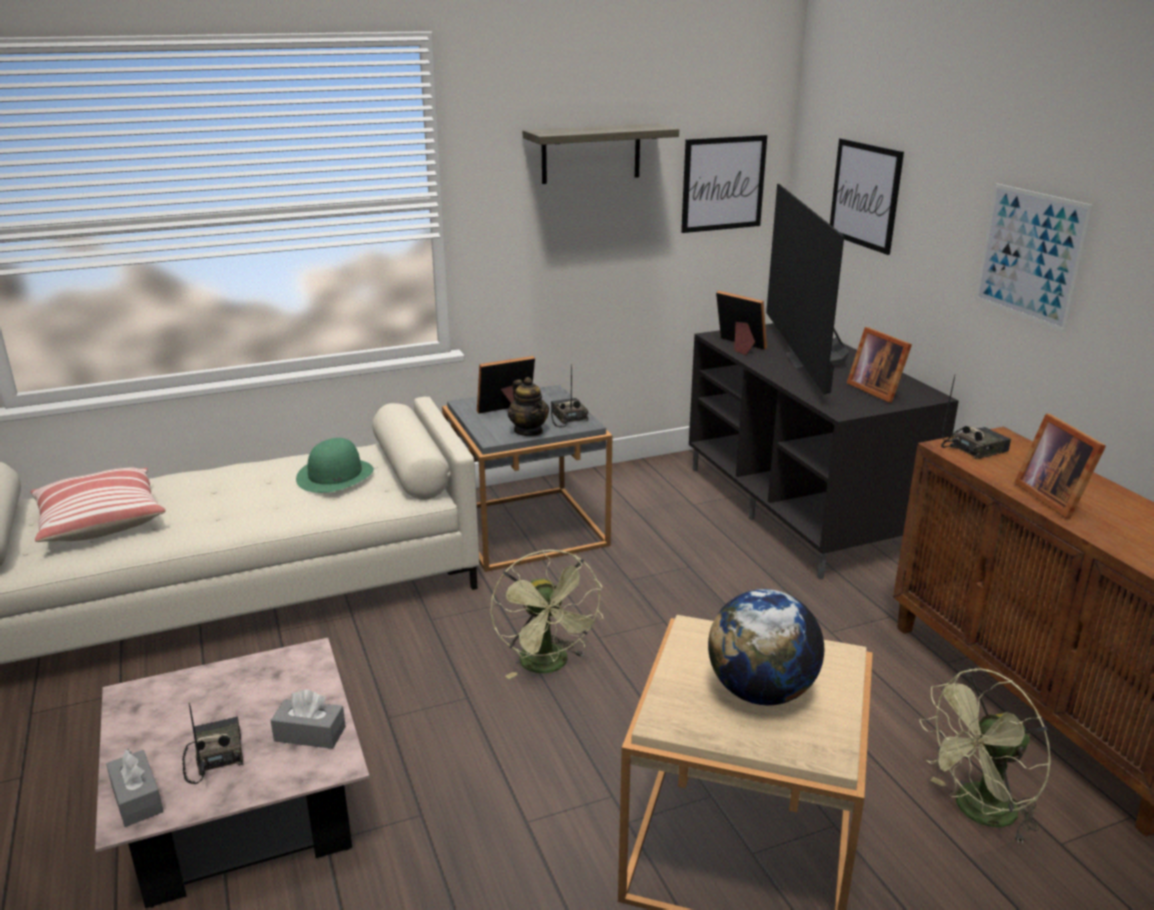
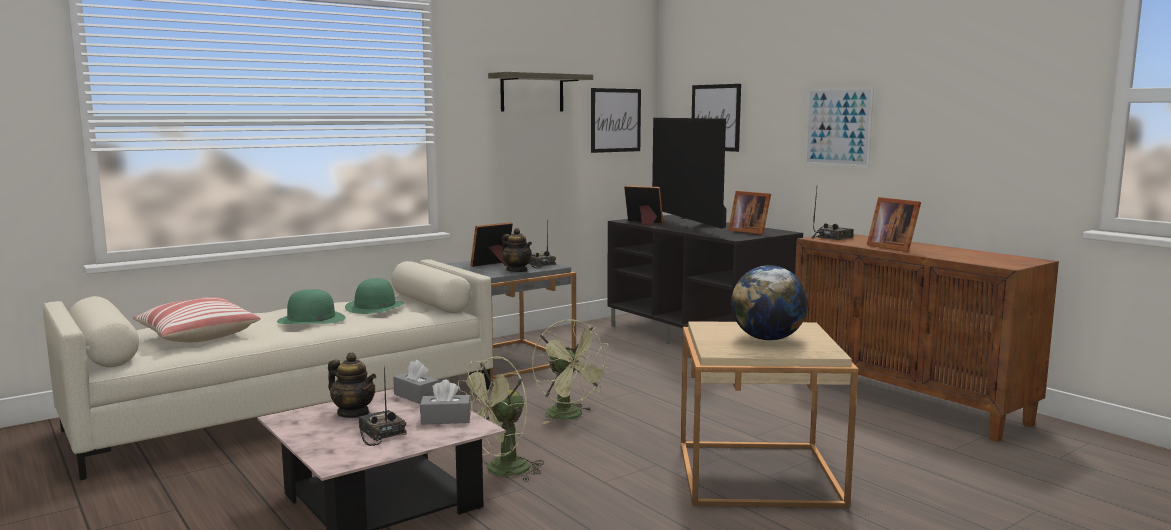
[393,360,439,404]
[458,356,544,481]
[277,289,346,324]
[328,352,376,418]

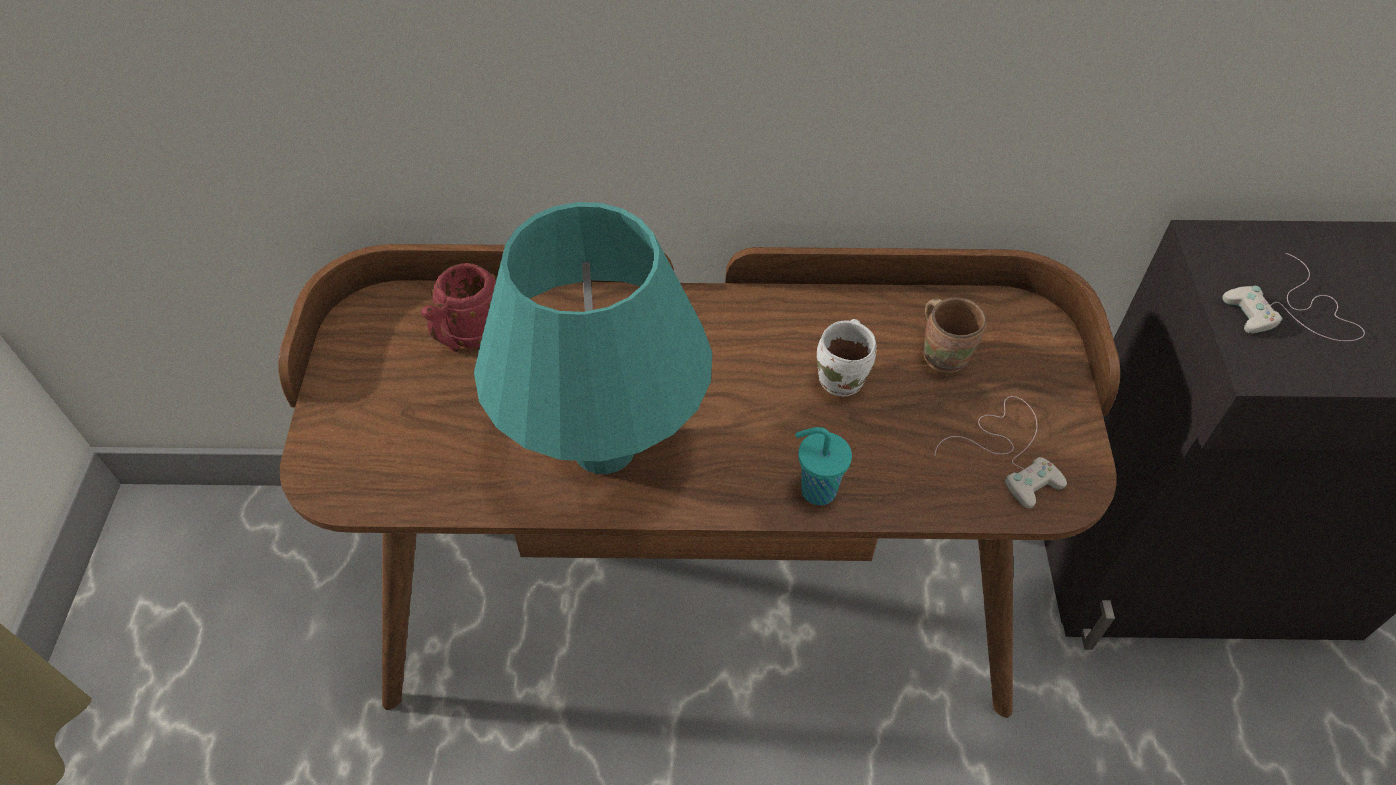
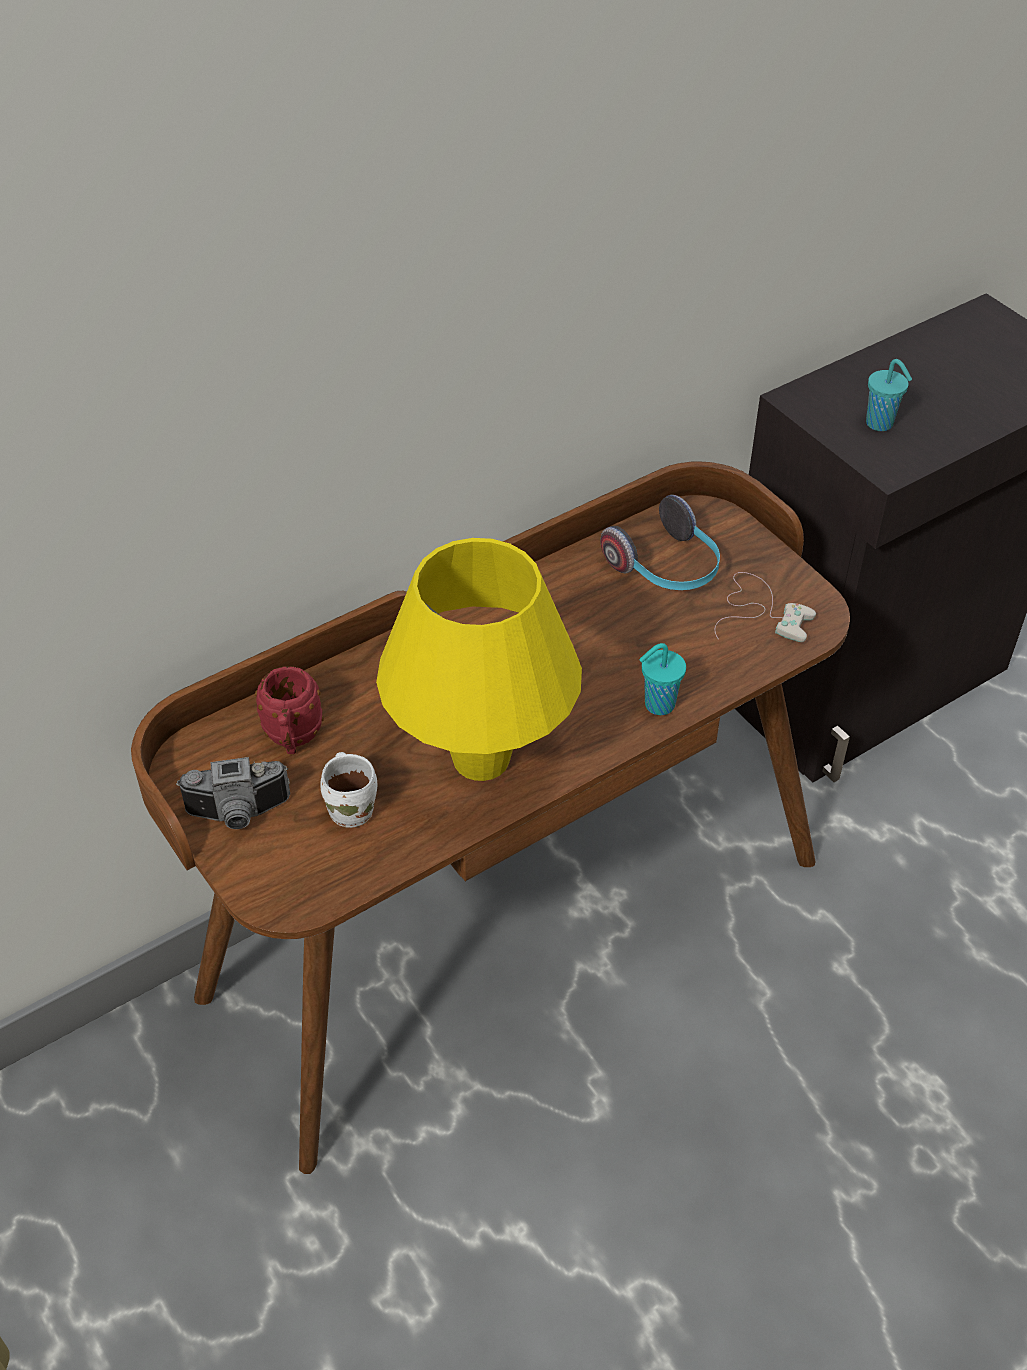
[376,538,582,781]
[320,752,377,828]
[601,495,720,590]
[866,359,912,431]
[176,757,290,829]

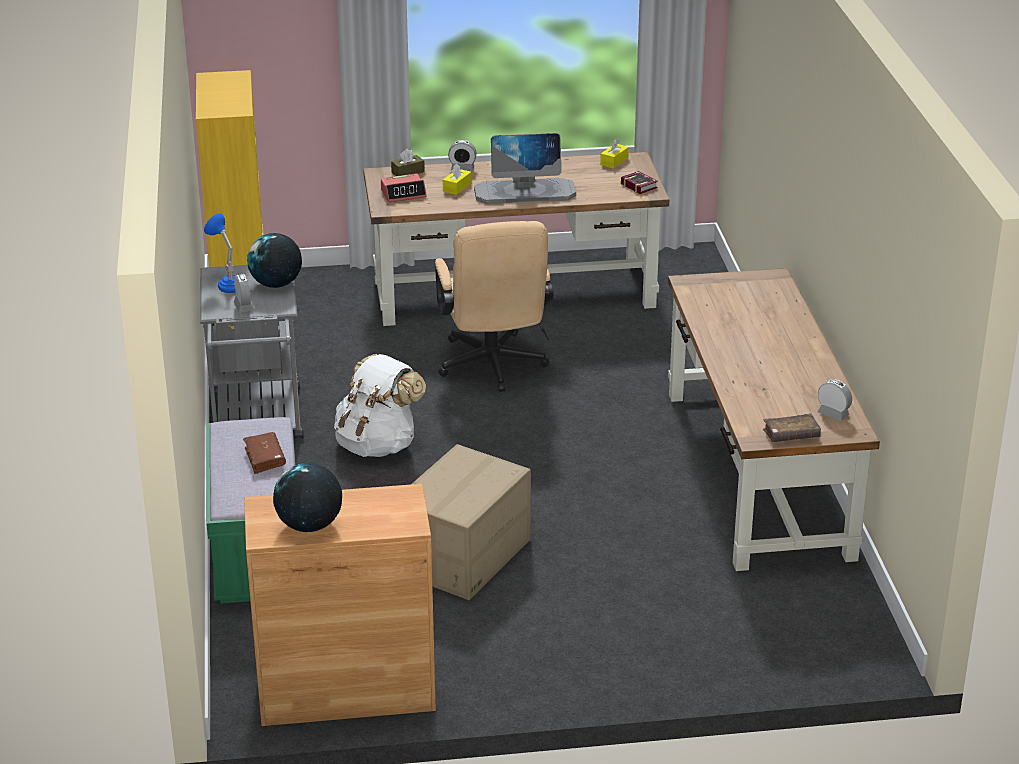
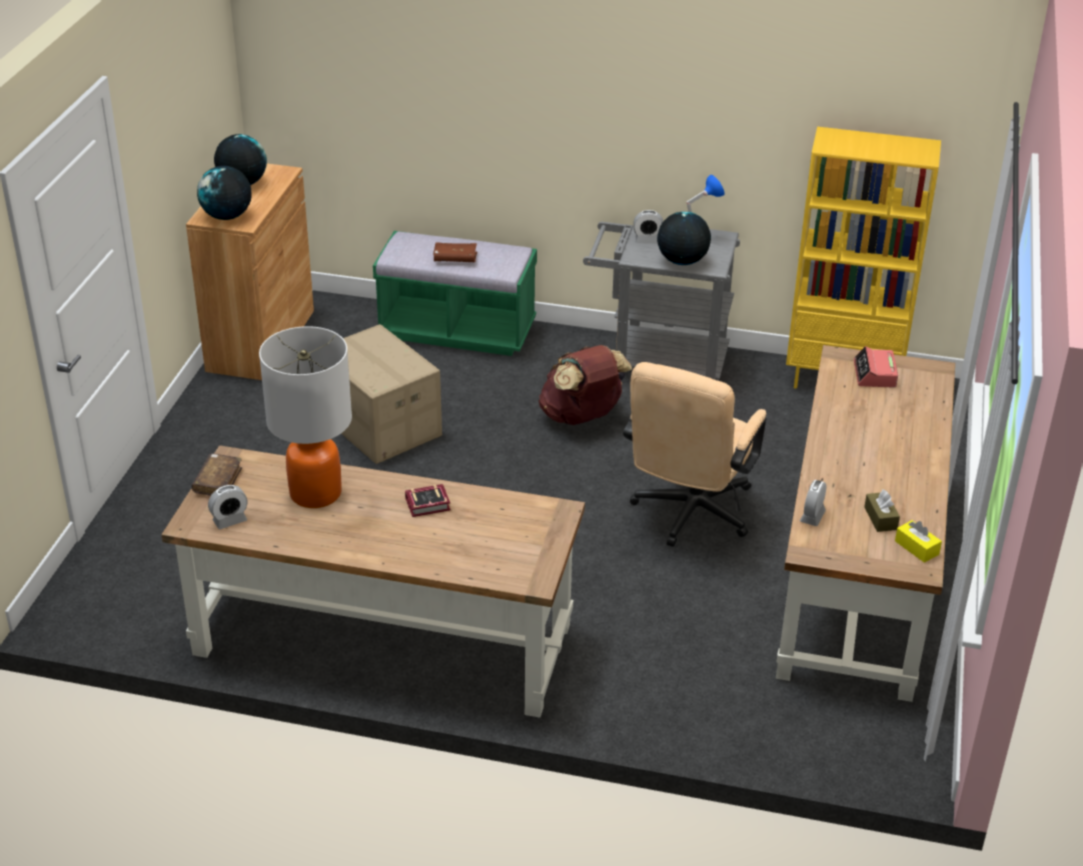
[538,345,632,425]
[864,489,900,532]
[623,362,767,547]
[443,164,471,195] (first image)
[800,480,826,526]
[474,133,576,204] (first image)
[405,484,451,517]
[197,166,251,220]
[259,326,352,508]

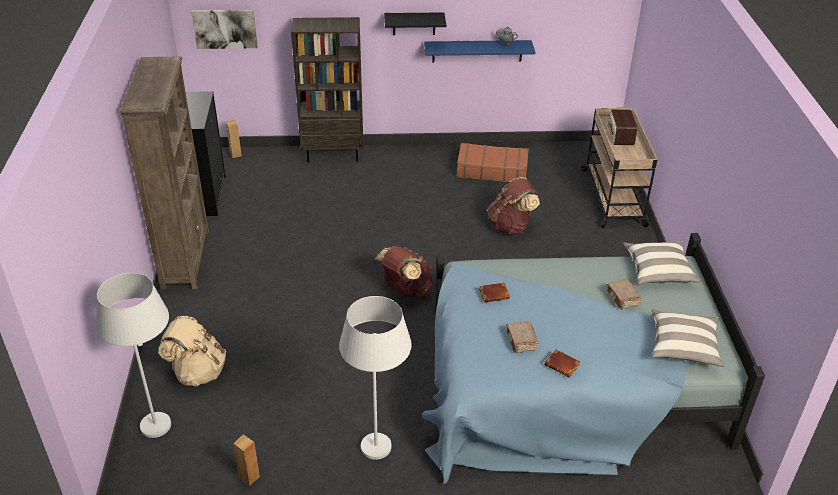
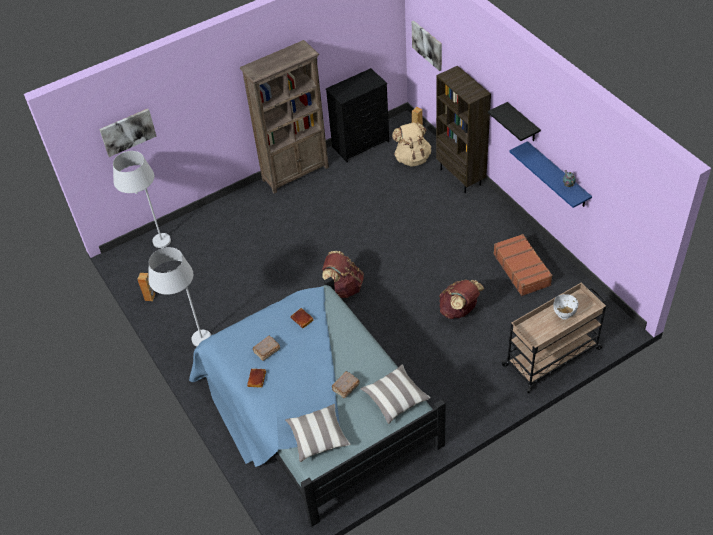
[392,122,431,167]
[553,294,578,319]
[99,109,157,157]

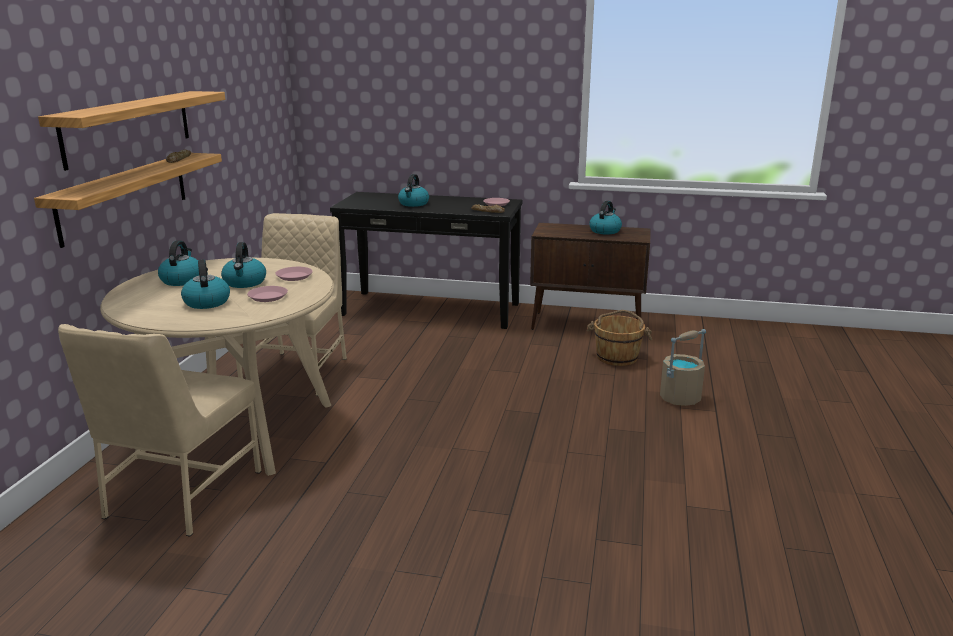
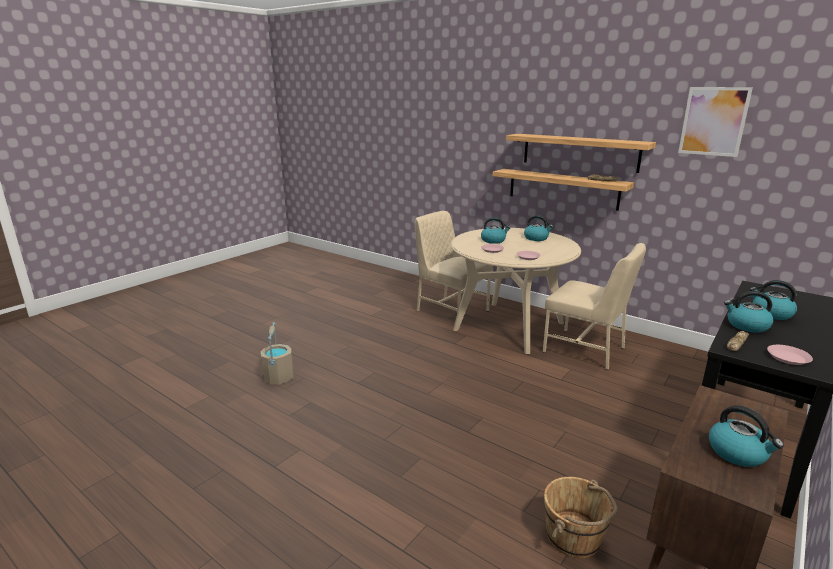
[724,291,774,333]
[260,322,294,384]
[678,87,753,157]

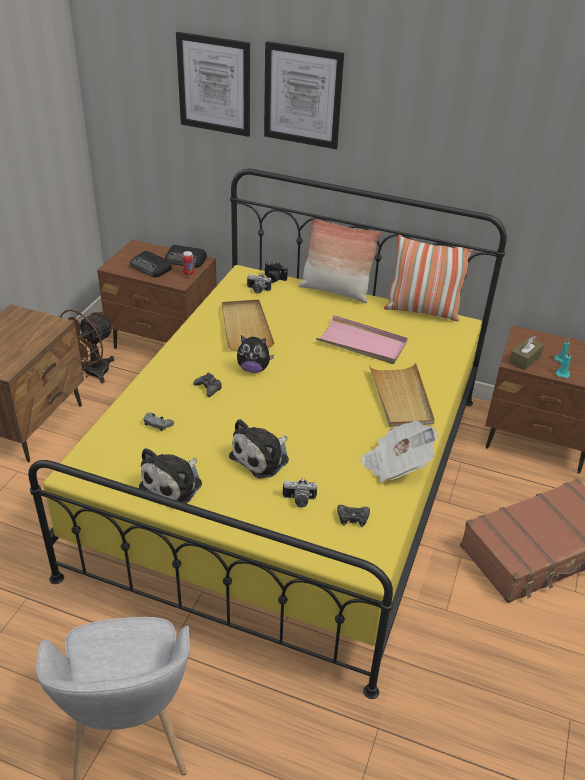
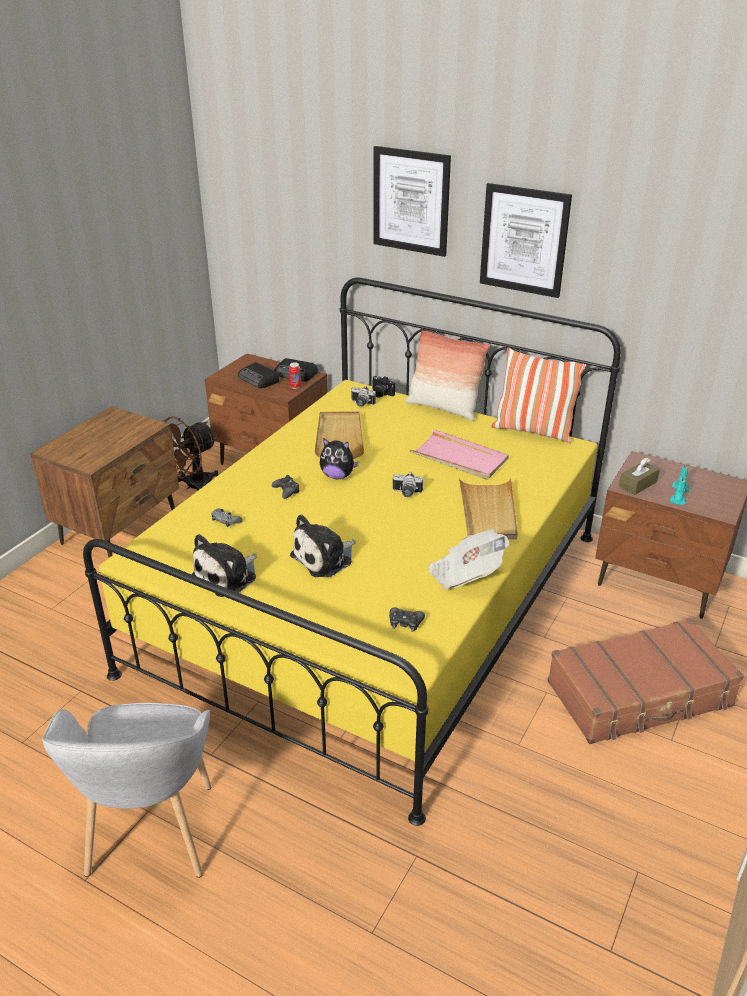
[480,183,572,298]
[393,472,423,497]

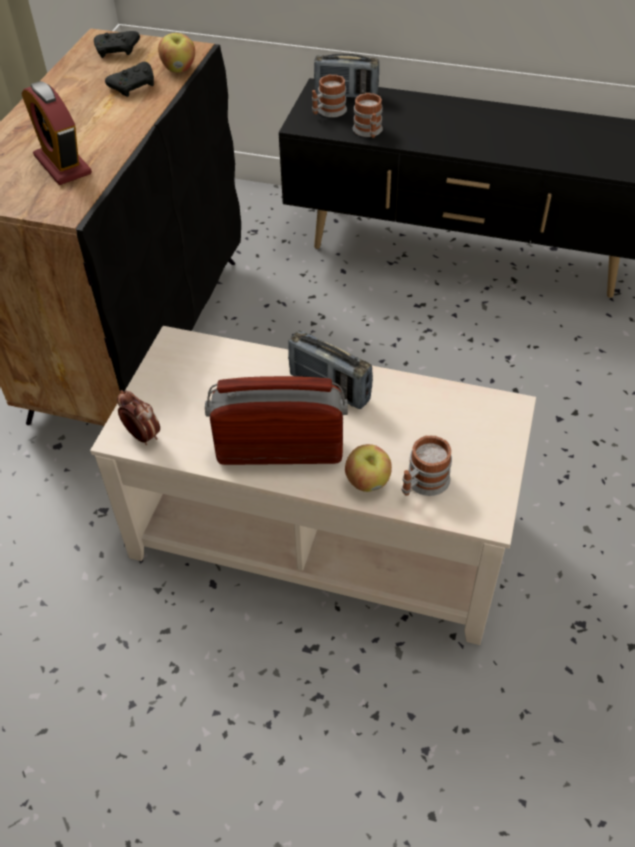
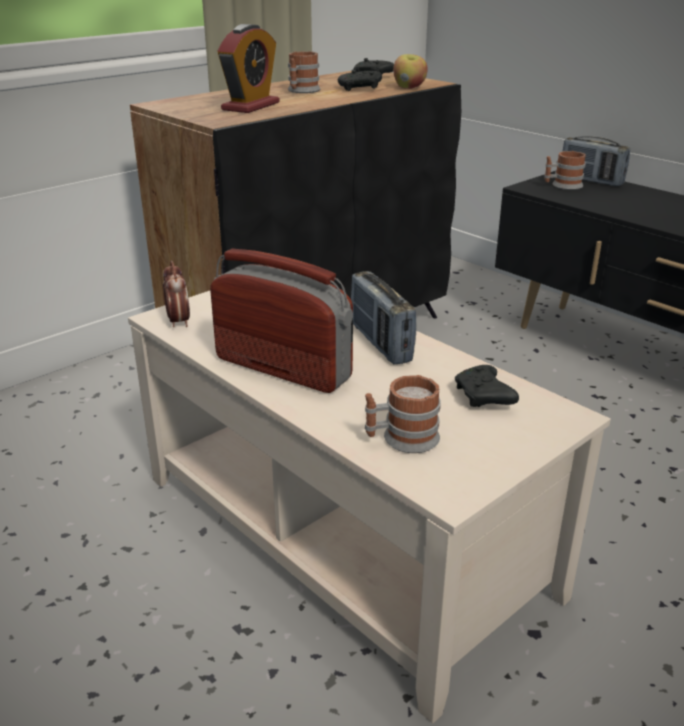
[218,24,279,113]
[345,444,392,492] (first image)
[288,51,320,93]
[455,365,519,407]

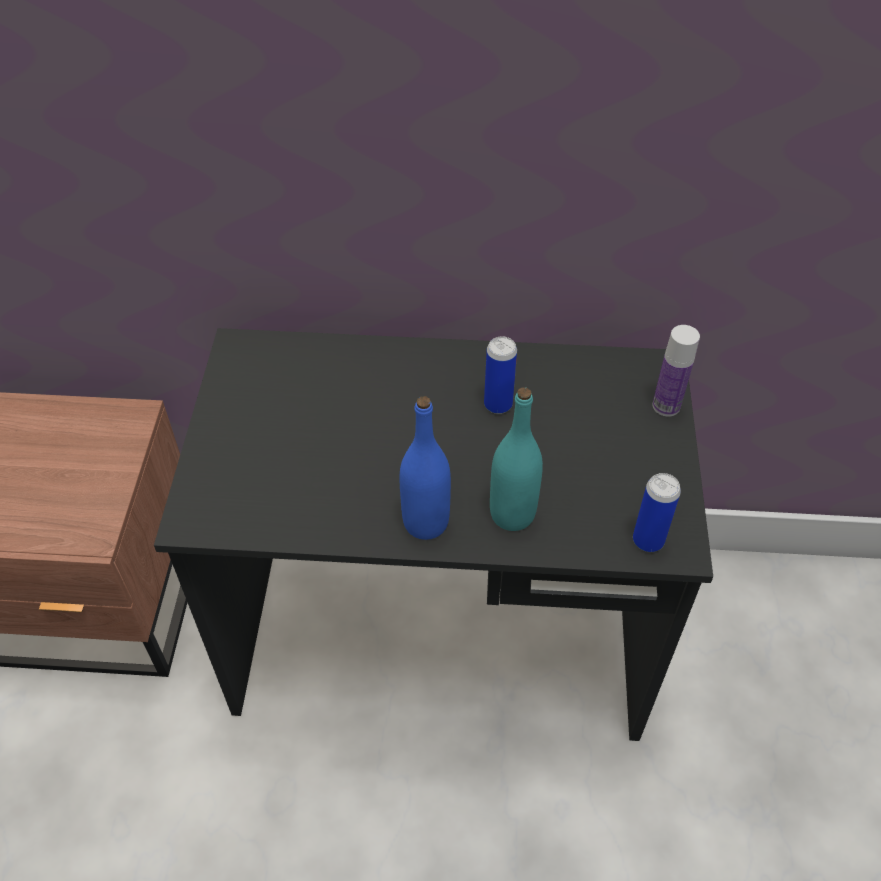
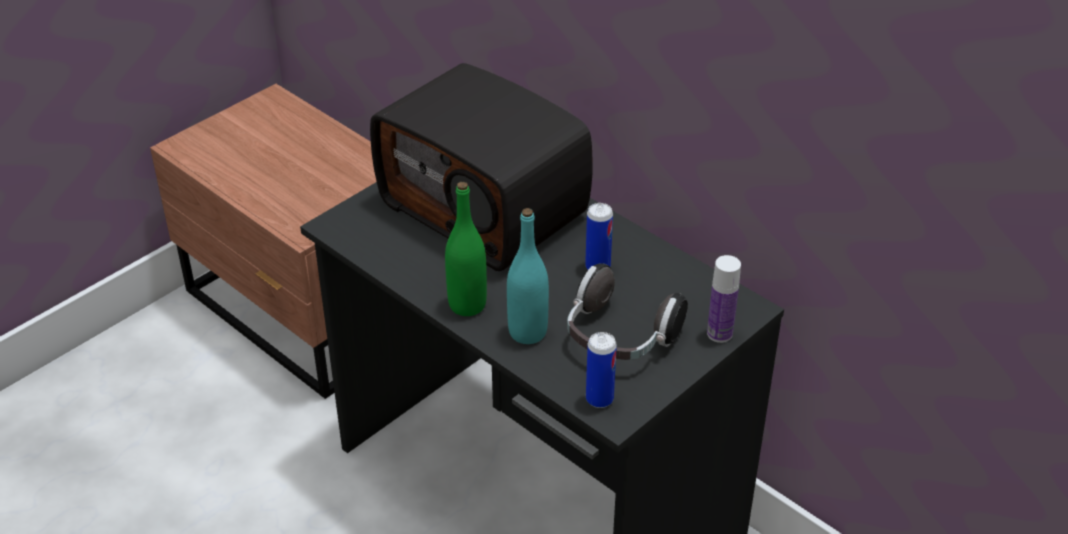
[445,182,487,316]
[370,63,593,271]
[567,263,688,360]

